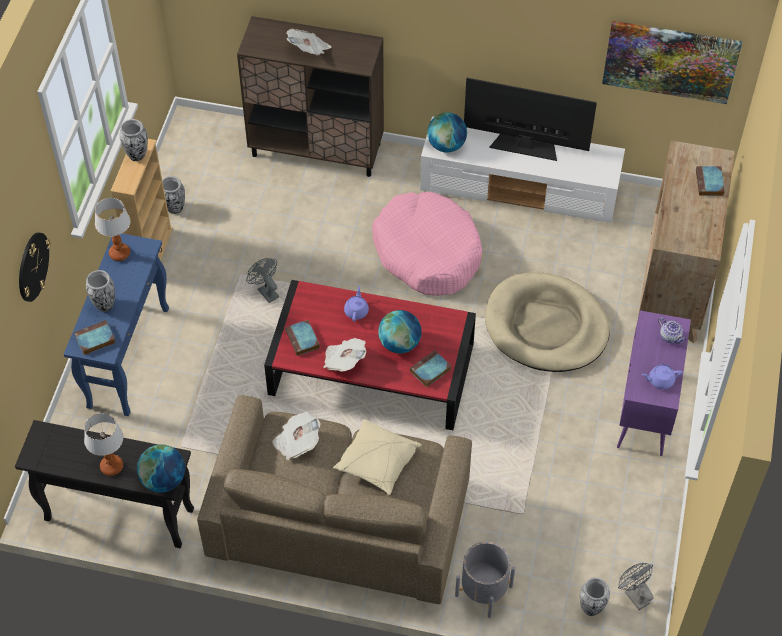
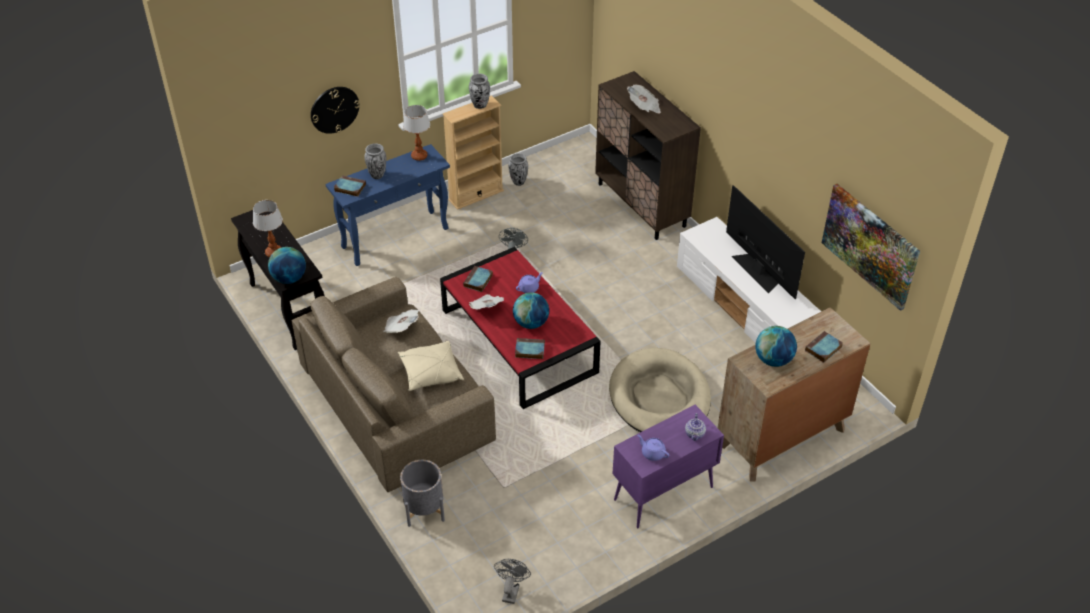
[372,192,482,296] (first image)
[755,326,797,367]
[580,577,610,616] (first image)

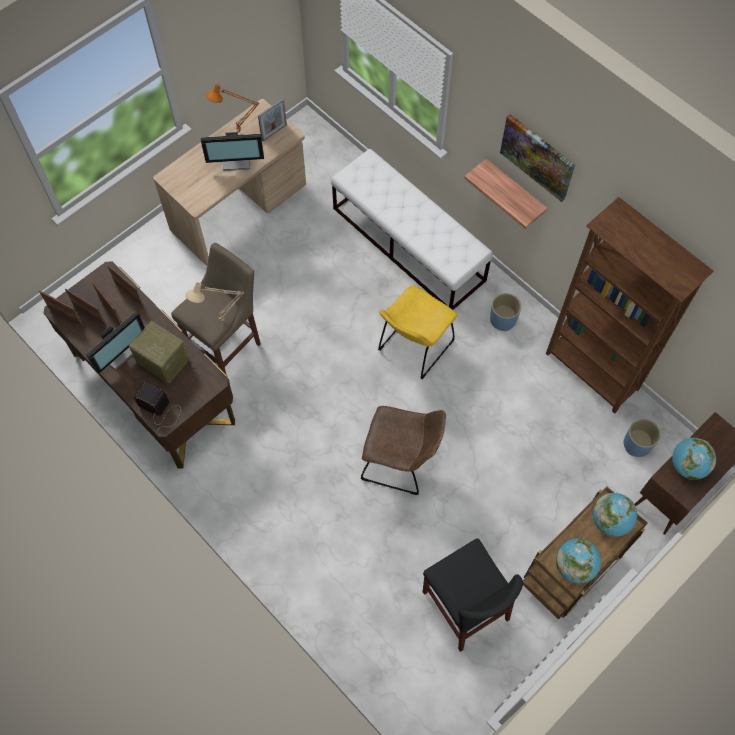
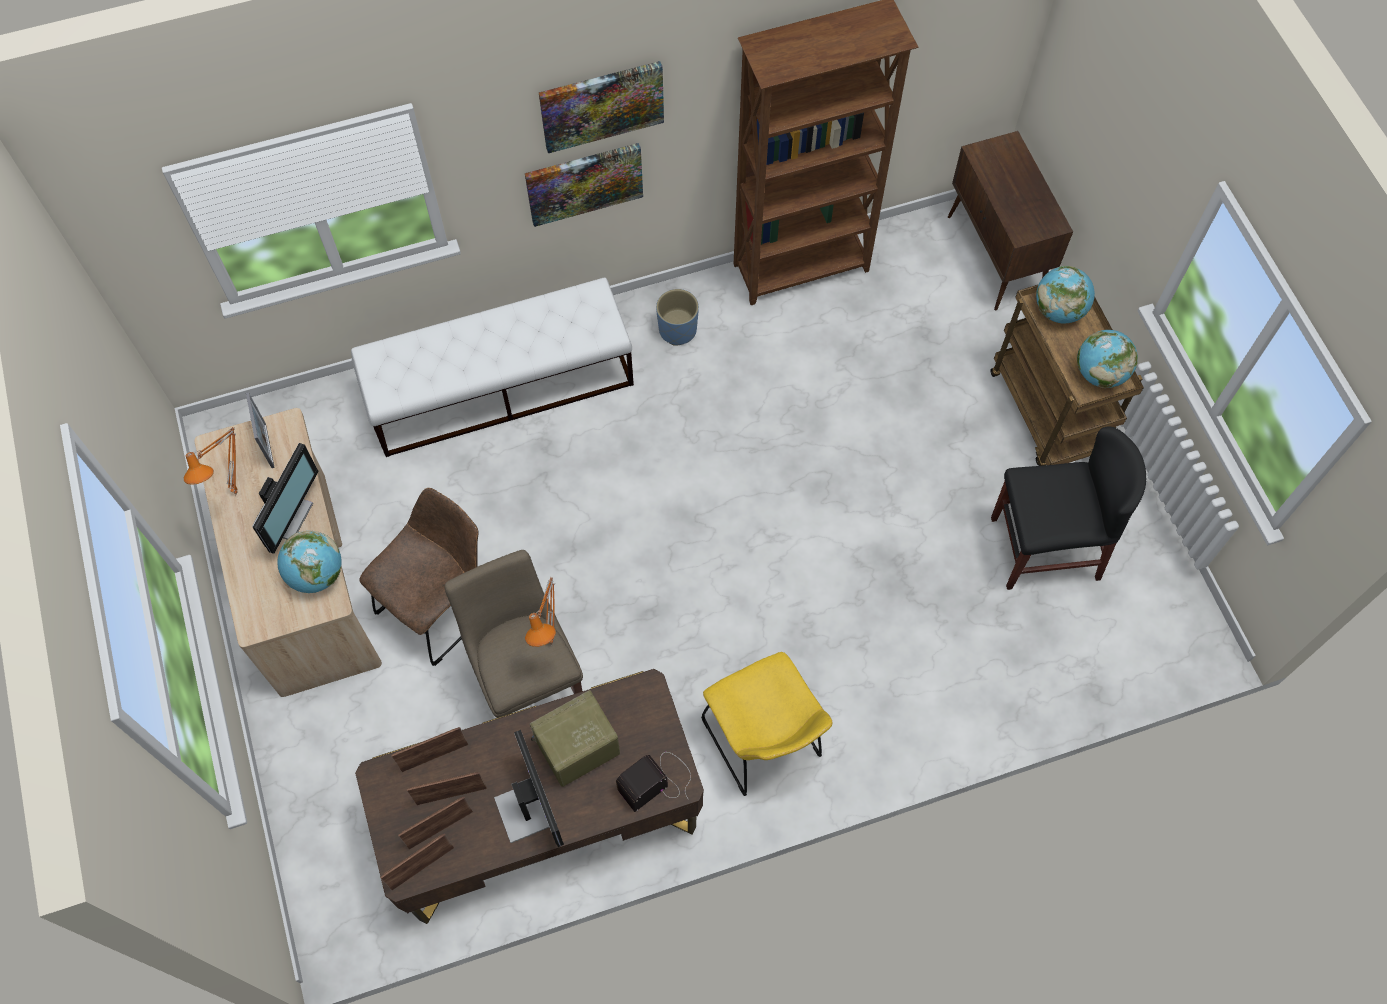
[525,577,556,647]
[359,488,478,666]
[701,652,832,796]
[525,143,643,227]
[624,419,660,457] (first image)
[277,531,342,593]

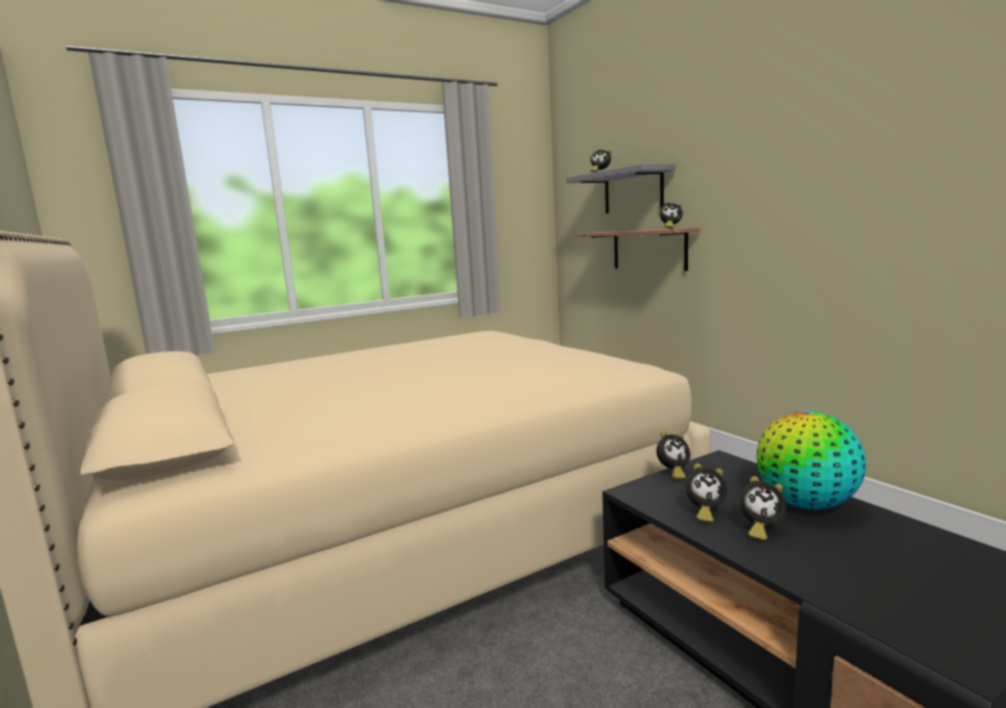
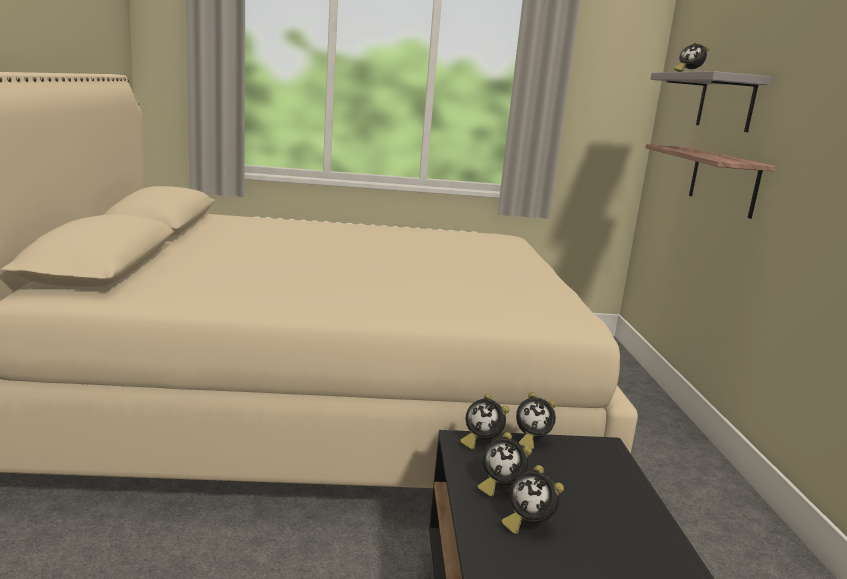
[460,394,509,450]
[756,411,866,510] (first image)

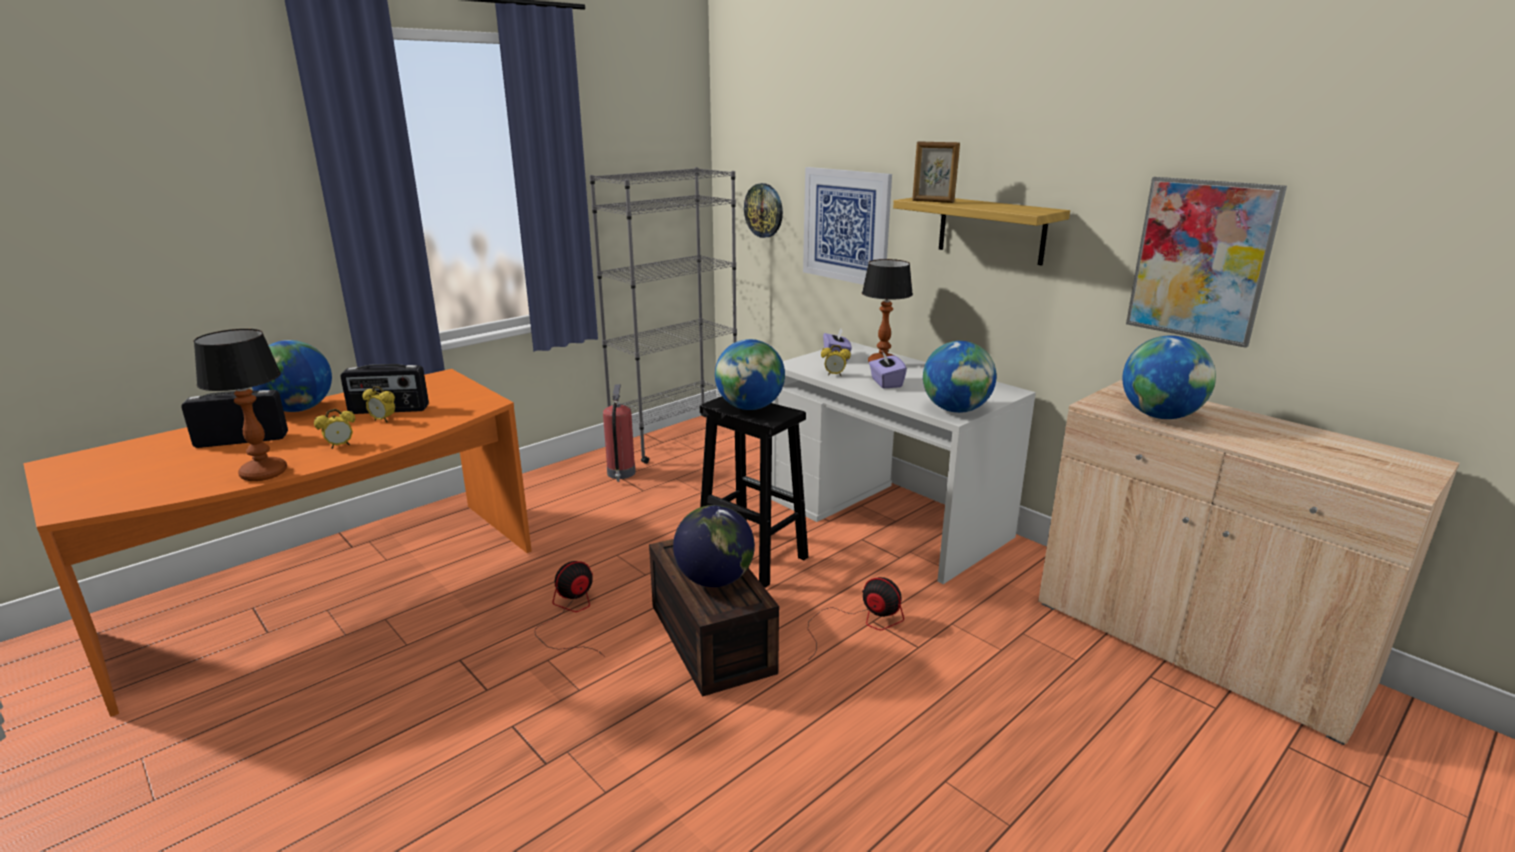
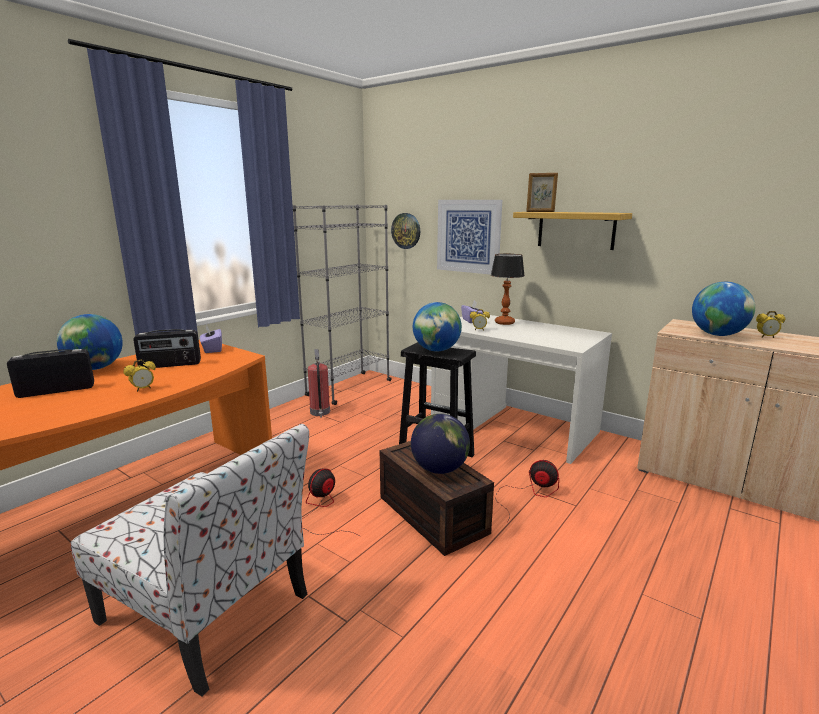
[193,329,287,481] (first image)
[756,311,785,338]
[200,326,222,353]
[923,341,996,413] (first image)
[1126,177,1287,348] (first image)
[71,424,309,696]

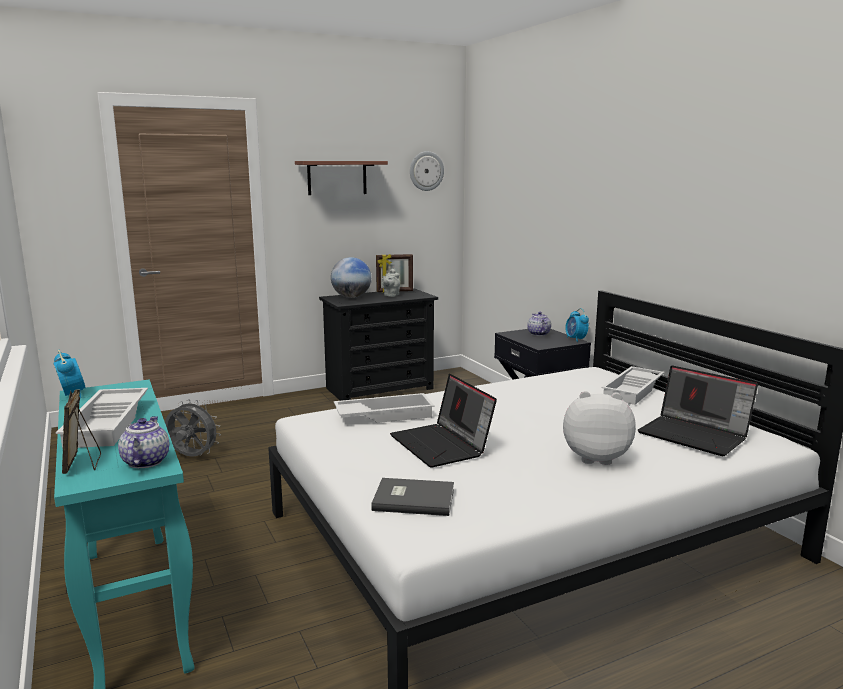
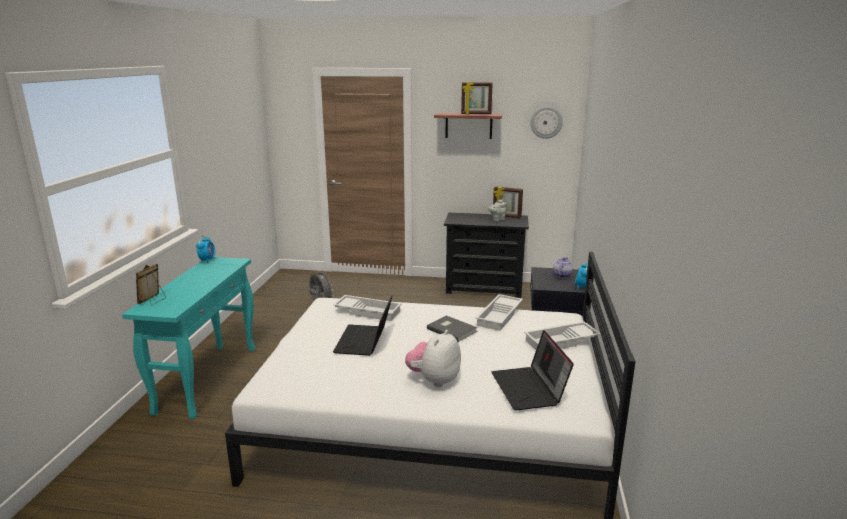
[475,294,523,331]
[118,416,170,468] (first image)
[331,257,371,298] (first image)
[427,316,478,342]
[405,330,461,387]
[461,81,493,114]

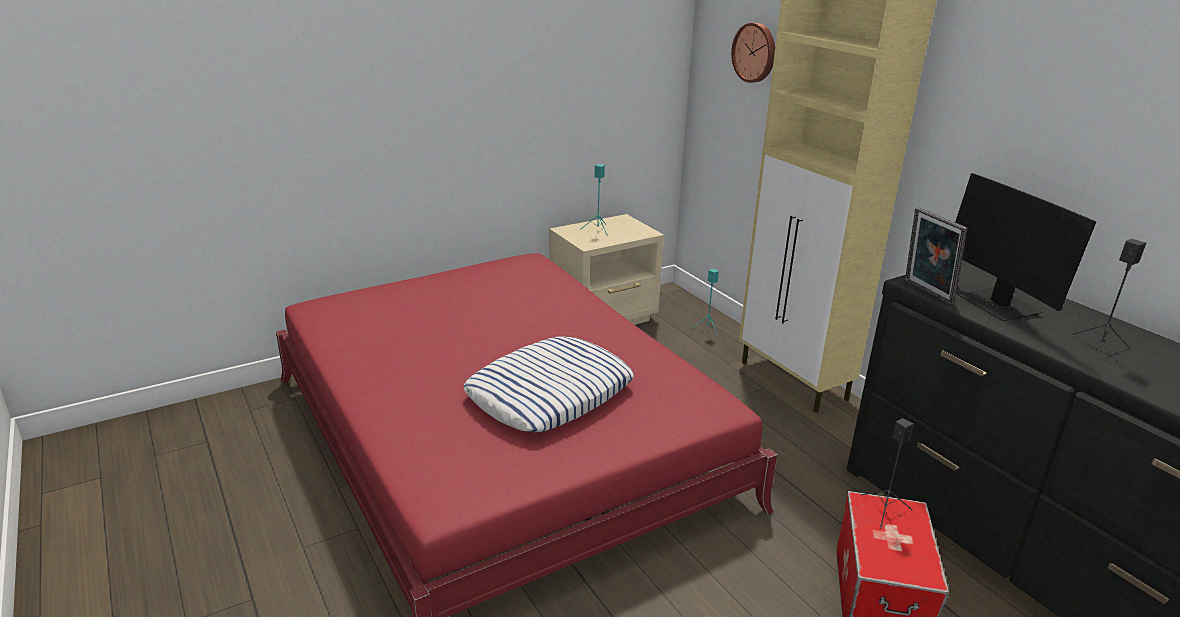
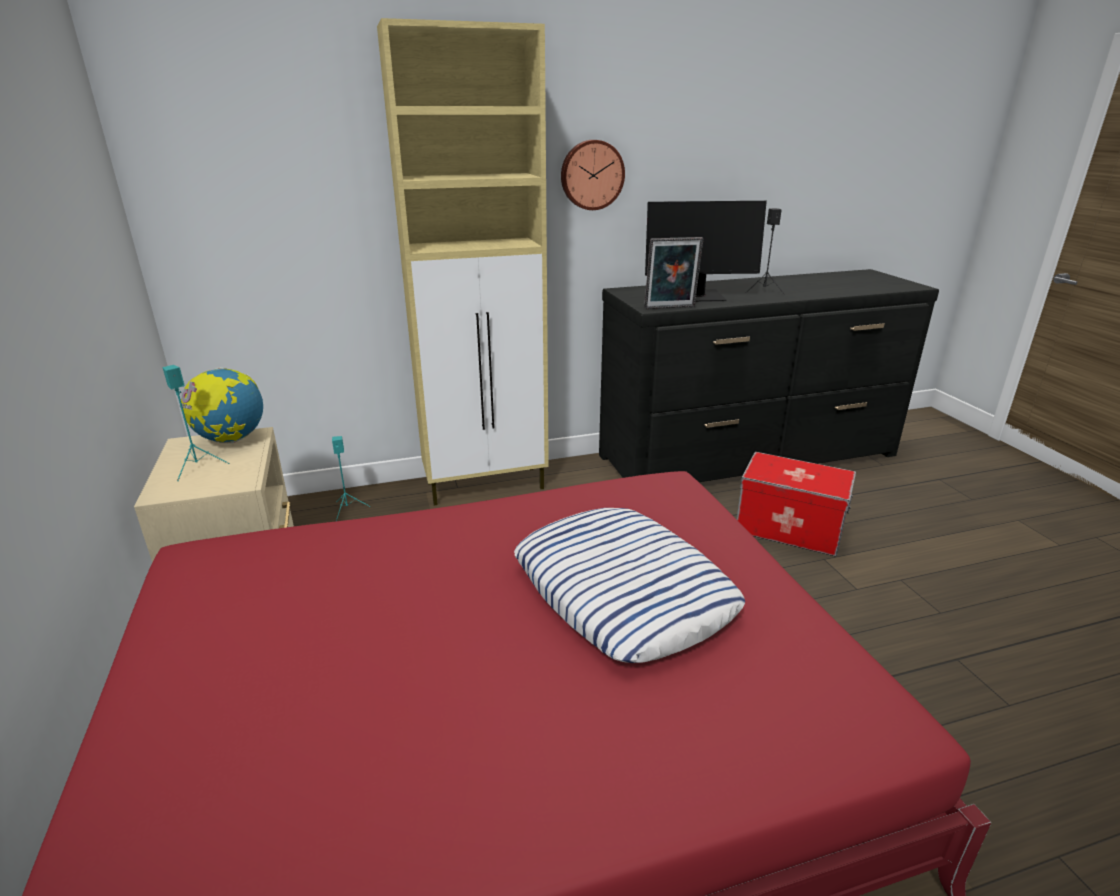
[561,140,625,210]
[861,418,914,529] (first image)
[179,367,263,443]

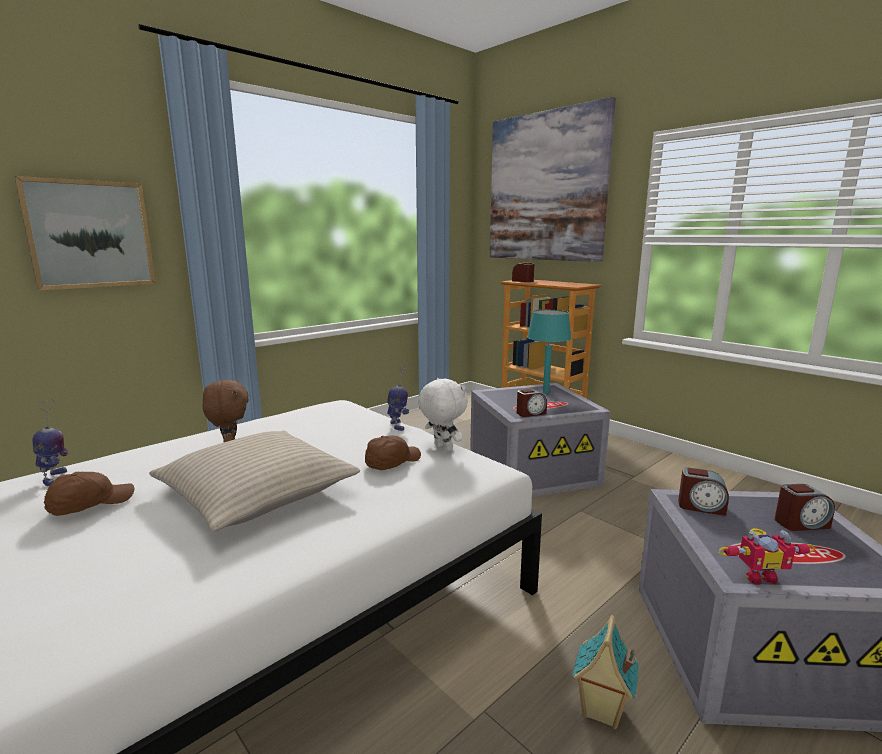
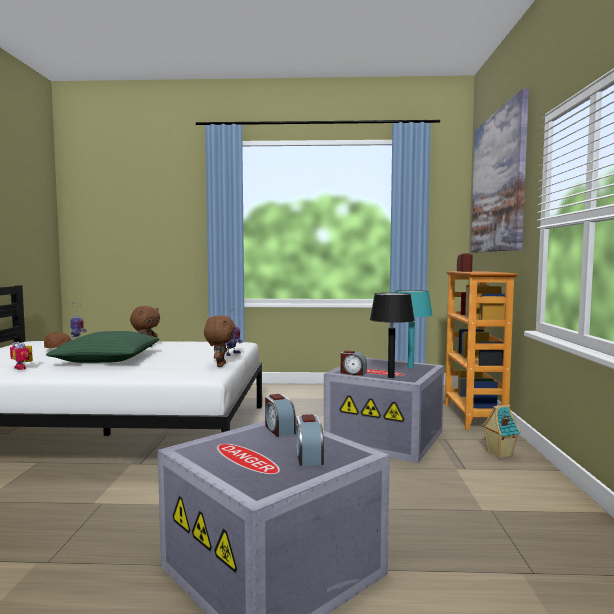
[14,176,156,291] (first image)
[46,331,159,363]
[365,436,421,470] (first image)
[204,315,236,367]
[482,404,521,458]
[10,342,33,370]
[296,414,324,466]
[370,293,415,378]

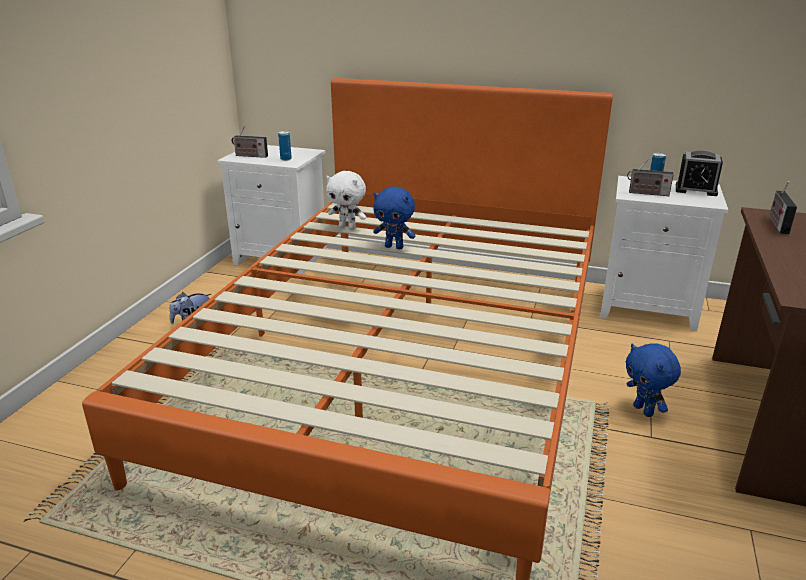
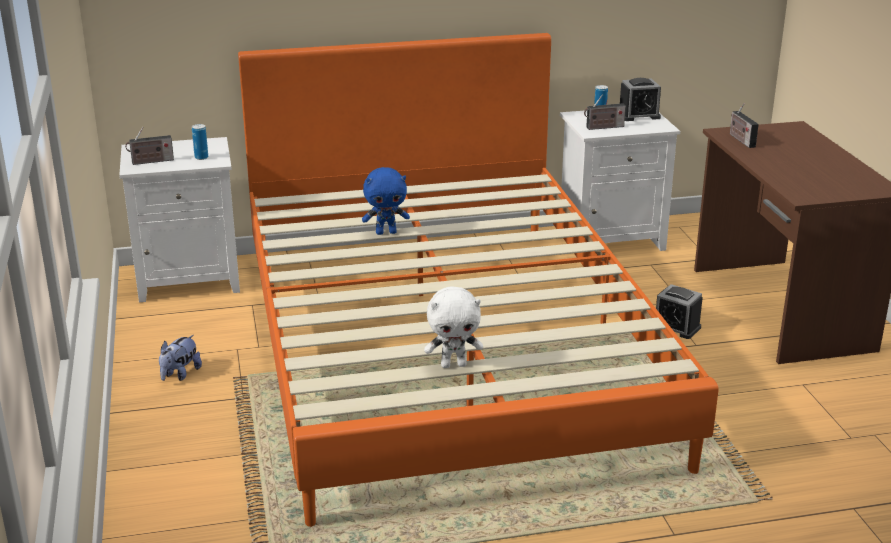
[424,287,483,368]
[656,284,703,339]

